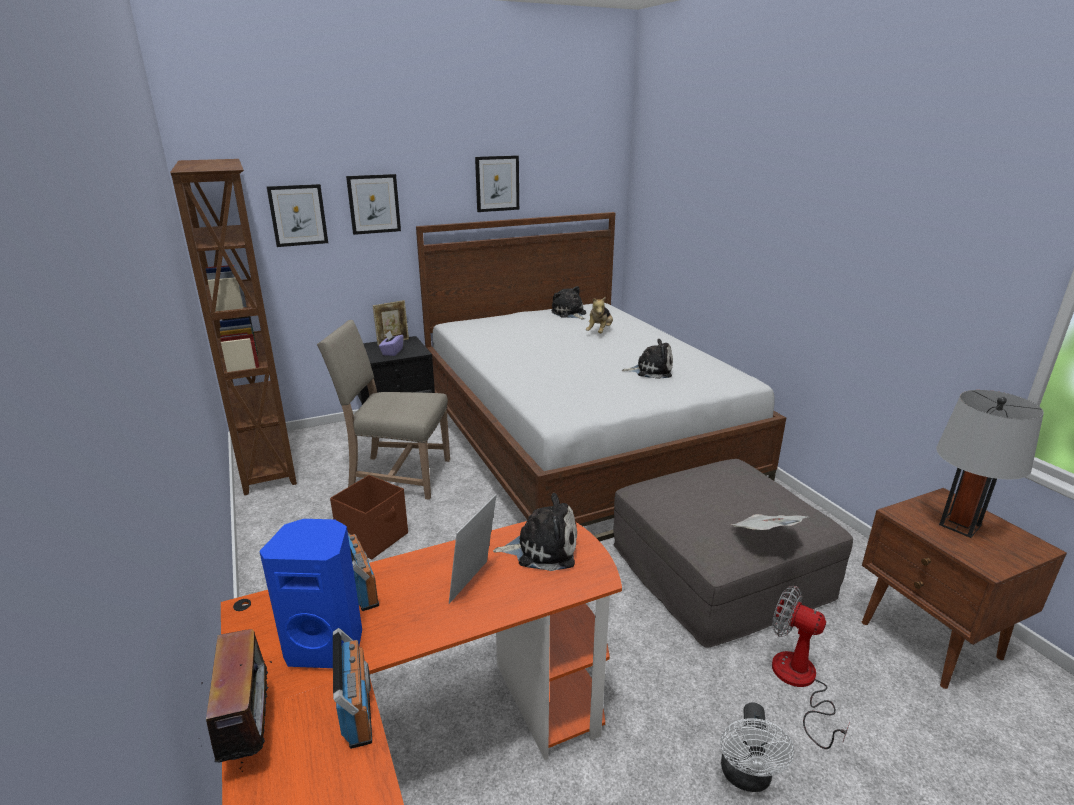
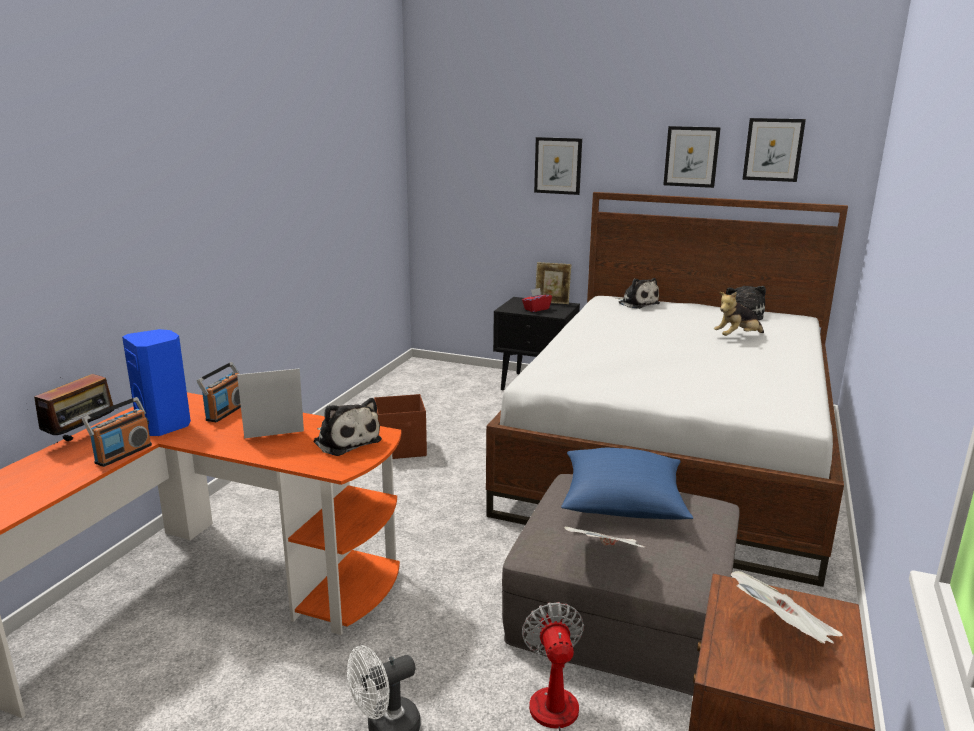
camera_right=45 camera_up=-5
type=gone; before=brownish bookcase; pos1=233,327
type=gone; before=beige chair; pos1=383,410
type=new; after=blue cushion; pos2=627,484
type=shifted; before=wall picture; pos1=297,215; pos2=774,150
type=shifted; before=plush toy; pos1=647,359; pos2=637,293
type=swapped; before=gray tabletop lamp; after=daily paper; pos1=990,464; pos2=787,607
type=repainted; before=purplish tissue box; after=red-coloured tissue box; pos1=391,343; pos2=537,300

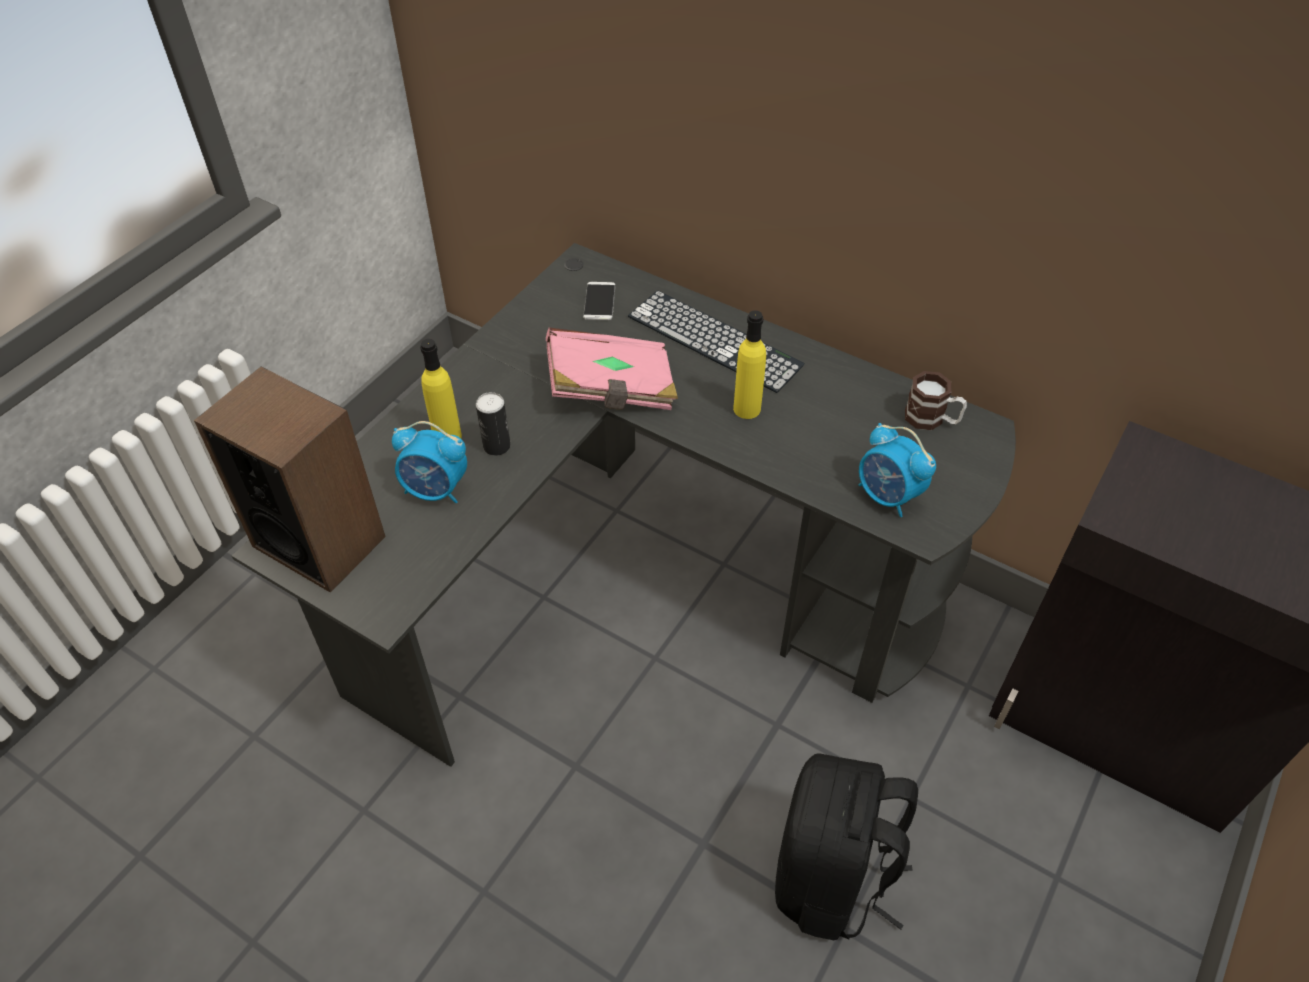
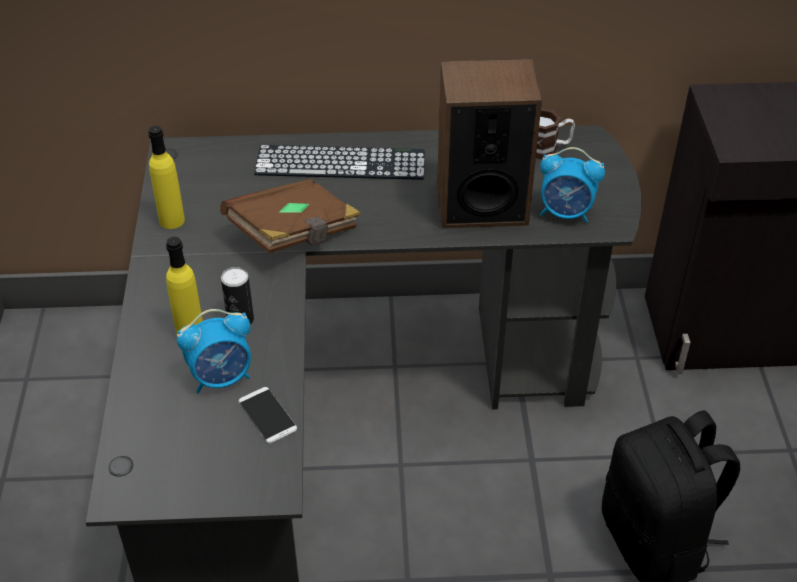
camera_right=-35 camera_up=-5
type=shifted; before=speaker; pos1=290,479; pos2=489,143
type=shifted; before=telephone; pos1=599,301; pos2=268,415
type=shifted; before=yellowish drink bottle; pos1=749,364; pos2=166,177
type=repainted; before=pink book; after=brownish book; pos1=612,368; pos2=290,216

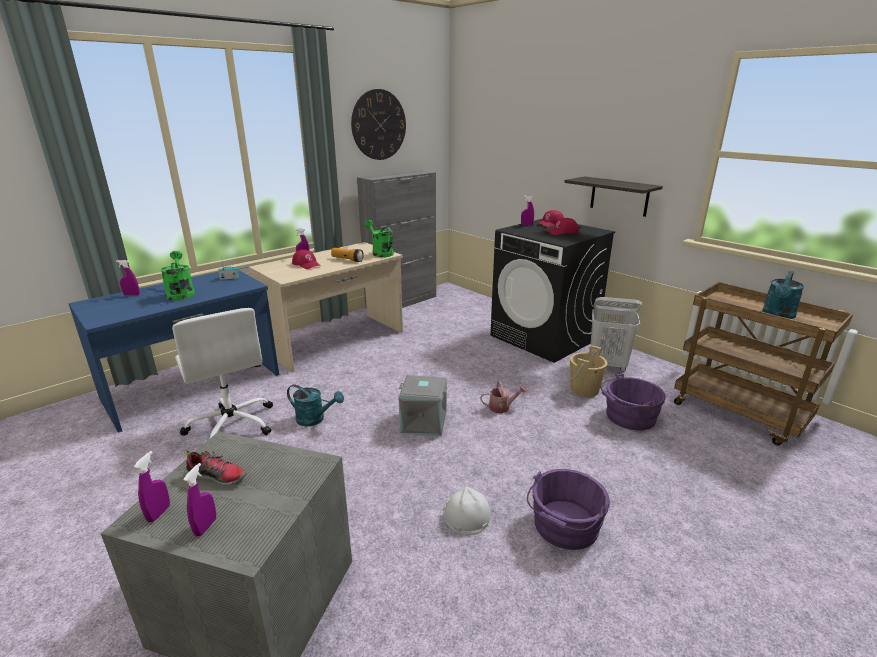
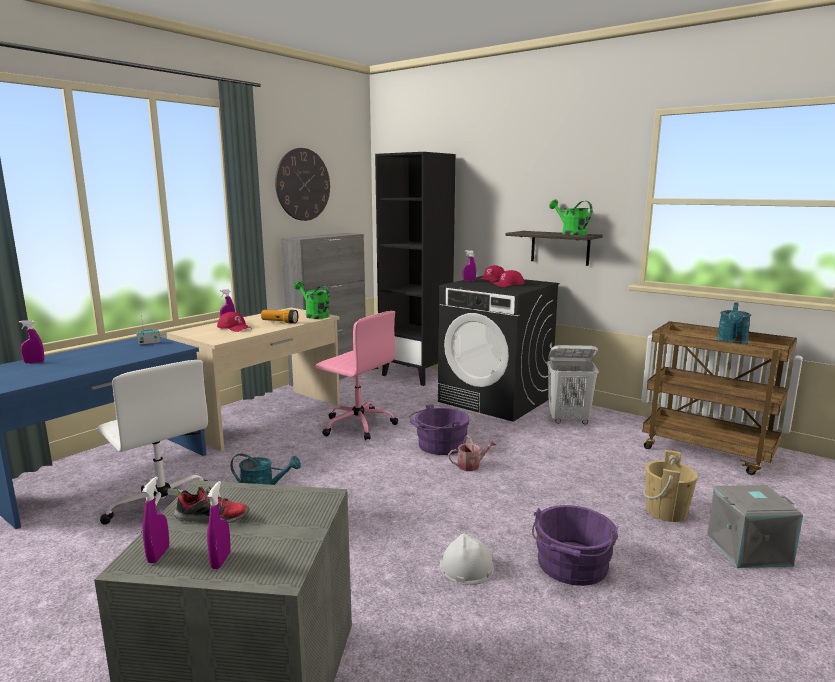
camera_right=-10 camera_up=-10
type=new; after=pink computer chair; pos2=356,375
type=new; after=blackish bookcase; pos2=415,269
type=shifted; before=green sprinkling can; pos1=177,276; pos2=571,217
type=shifted; before=gray storage bin; pos1=423,405; pos2=755,526
type=shifted; before=beige pail; pos1=587,371; pos2=670,486
type=shifted; before=purplish pail; pos1=633,401; pos2=439,429

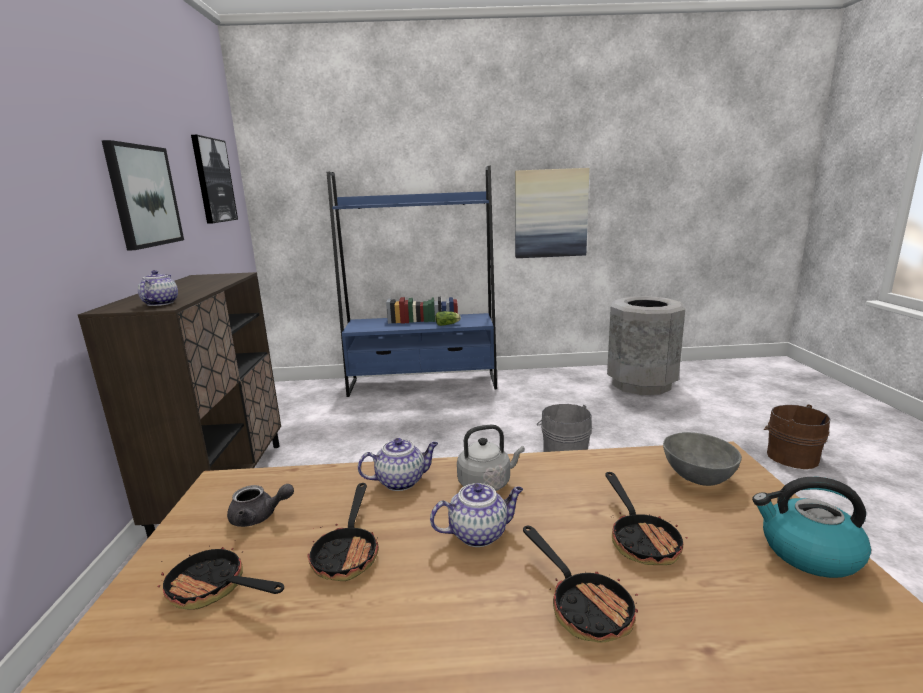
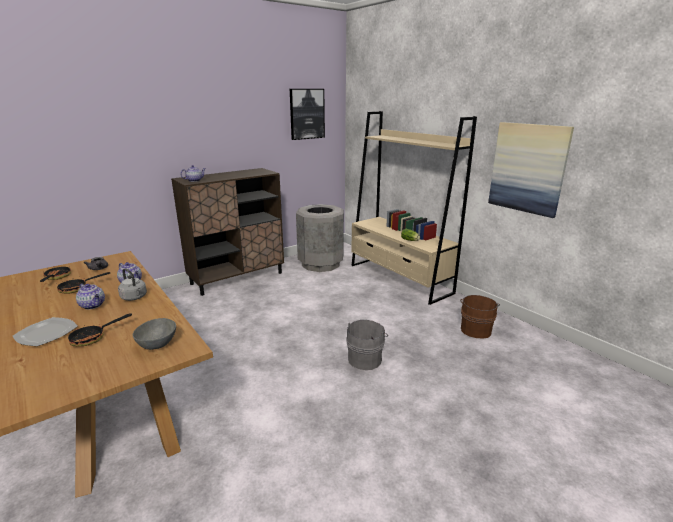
camera_right=55 camera_up=5
type=gone; before=wall picture; pos1=142,195
type=gone; before=kettle; pos1=811,527
type=shifted; before=gray rubbish bin; pos1=646,345; pos2=320,238
type=shifted; before=brownish pail; pos1=797,436; pos2=480,317
type=swapped; before=skillet; after=plate; pos1=580,584; pos2=45,331
type=repainted; before=blue bookcase; after=beige bookcase; pos1=412,281; pos2=414,208

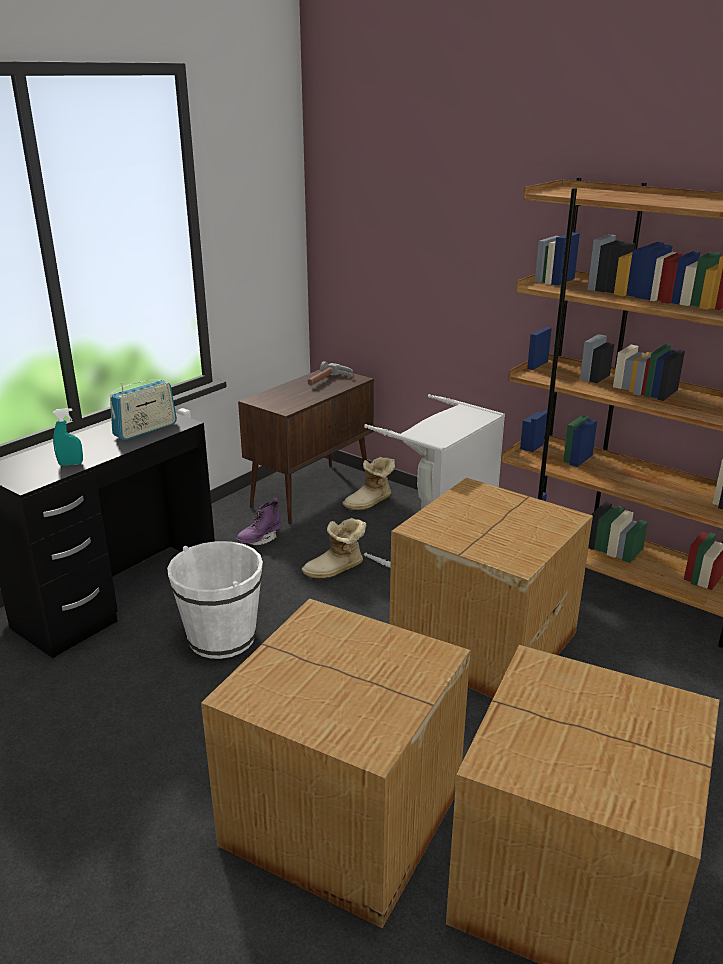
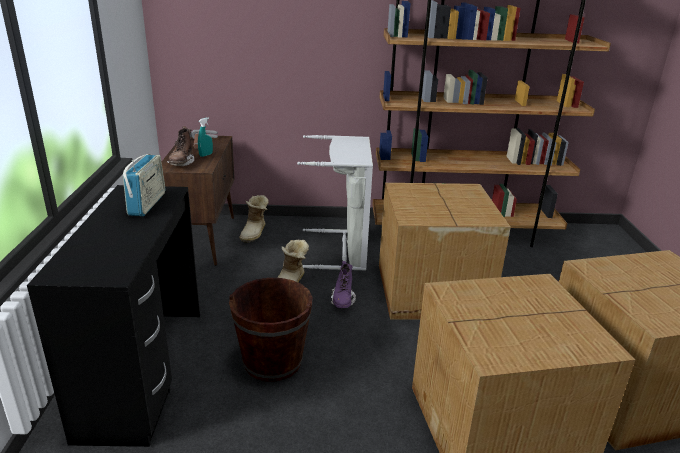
camera_right=-40 camera_up=0
type=new; after=brownish boot; pos2=180,146
type=shifted; before=turquoise-coloured hand sprayer; pos1=68,437; pos2=205,137
type=shifted; before=purplish boot; pos1=258,521; pos2=343,284
type=repainted; before=whitish pail; after=brownish pail; pos1=215,600; pos2=271,330

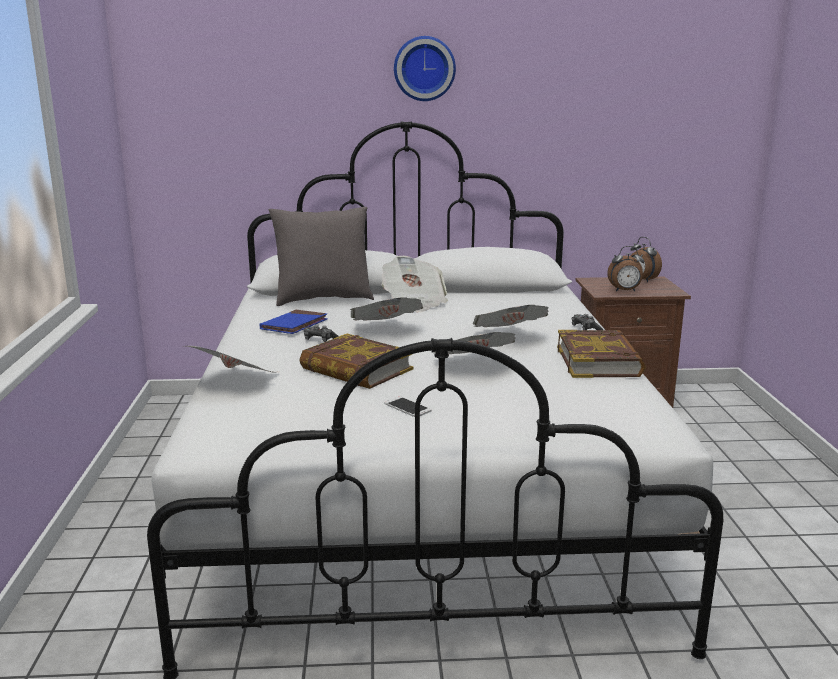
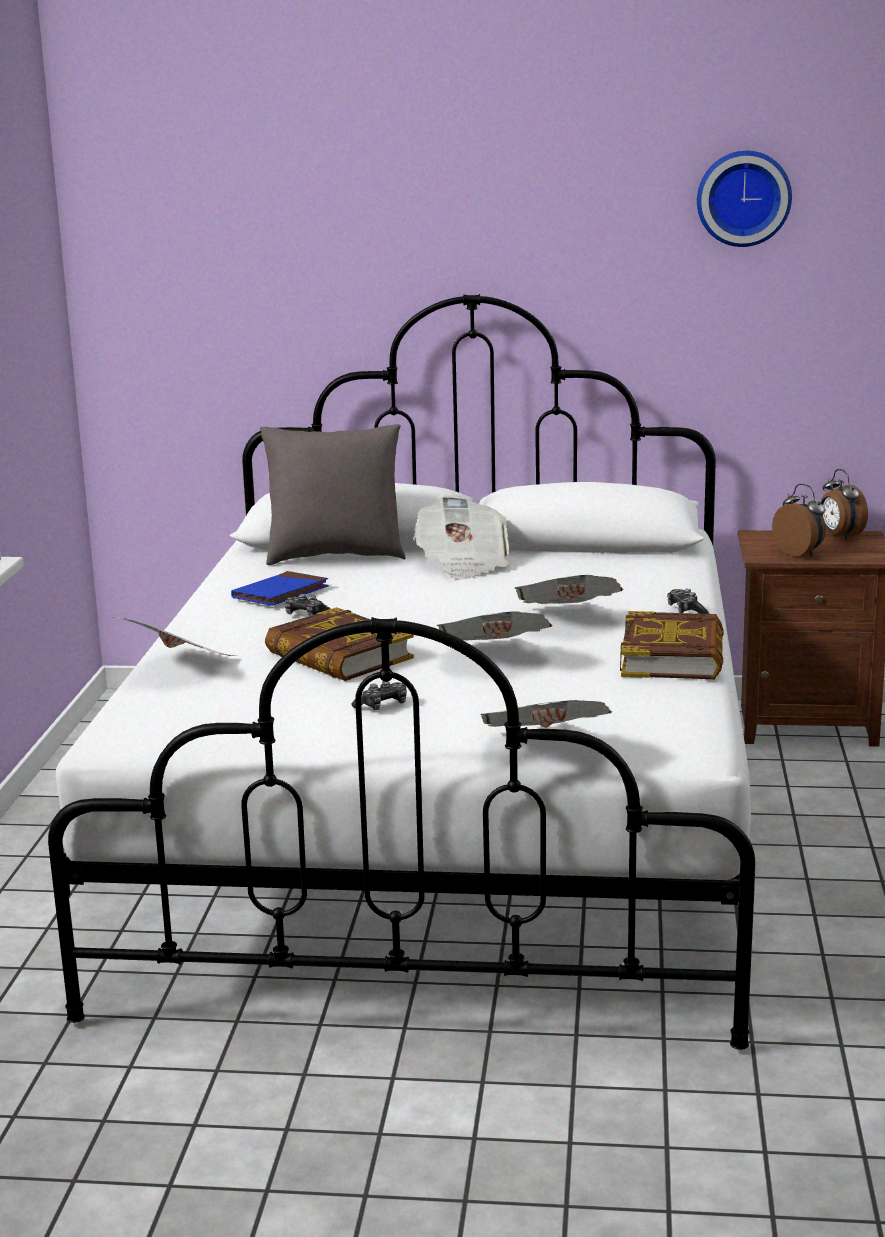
camera_right=10 camera_up=0
type=shifted; before=daily paper; pos1=387,309; pos2=546,714
type=shifted; before=hanging clock; pos1=425,68; pos2=744,199
type=swapped; before=telephone; after=gamepad; pos1=408,406; pos2=379,696
type=rotated; before=alarm clock; pos1=625,268; pos2=799,520; turn=-135

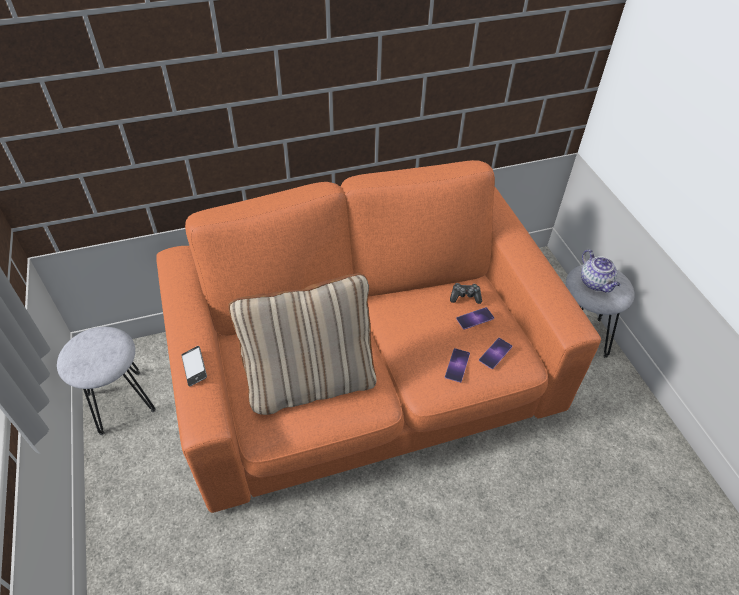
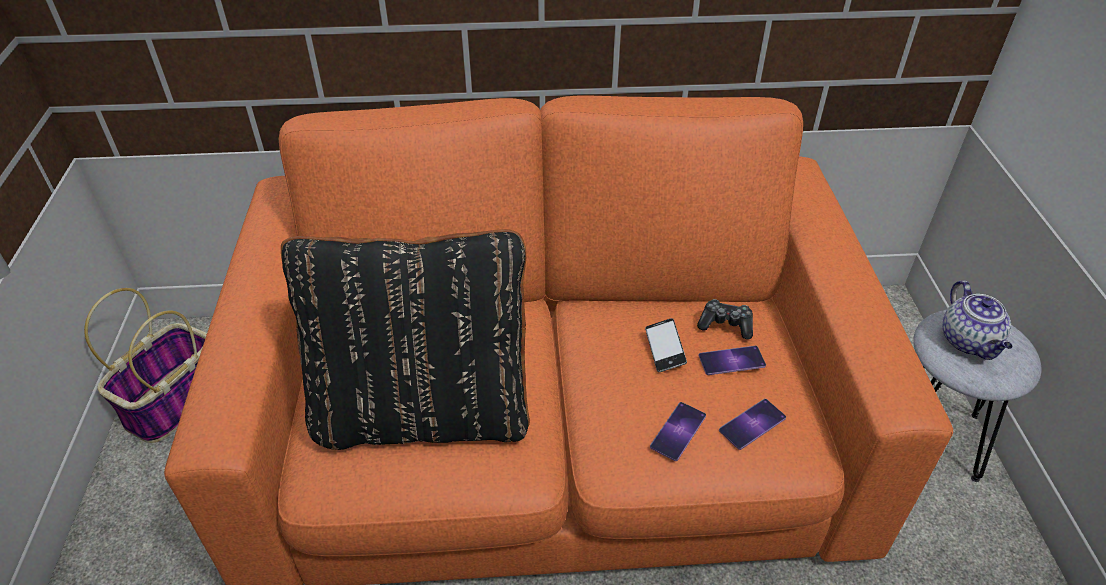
camera_right=15 camera_up=-5
type=shifted; before=telephone; pos1=194,366; pos2=666,345
type=swapped; before=gray stool seat; after=storage basket; pos1=106,381; pos2=145,365
type=repainted; before=beige cushion; after=blackish cushion; pos1=302,344; pos2=405,339

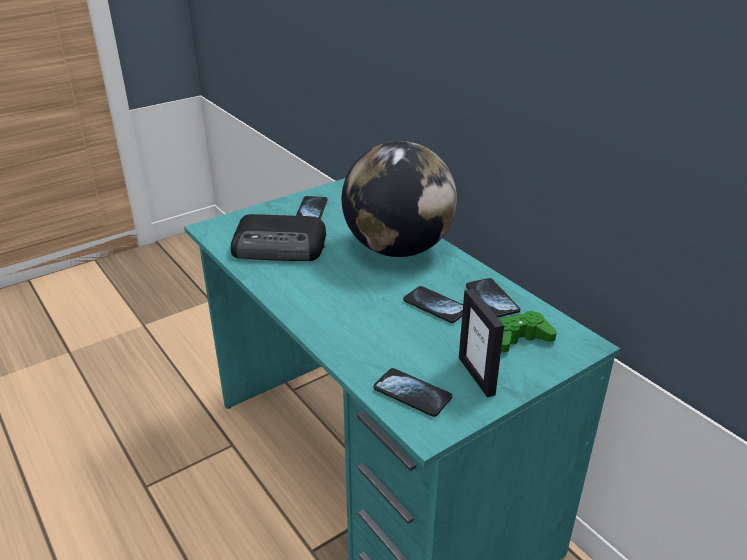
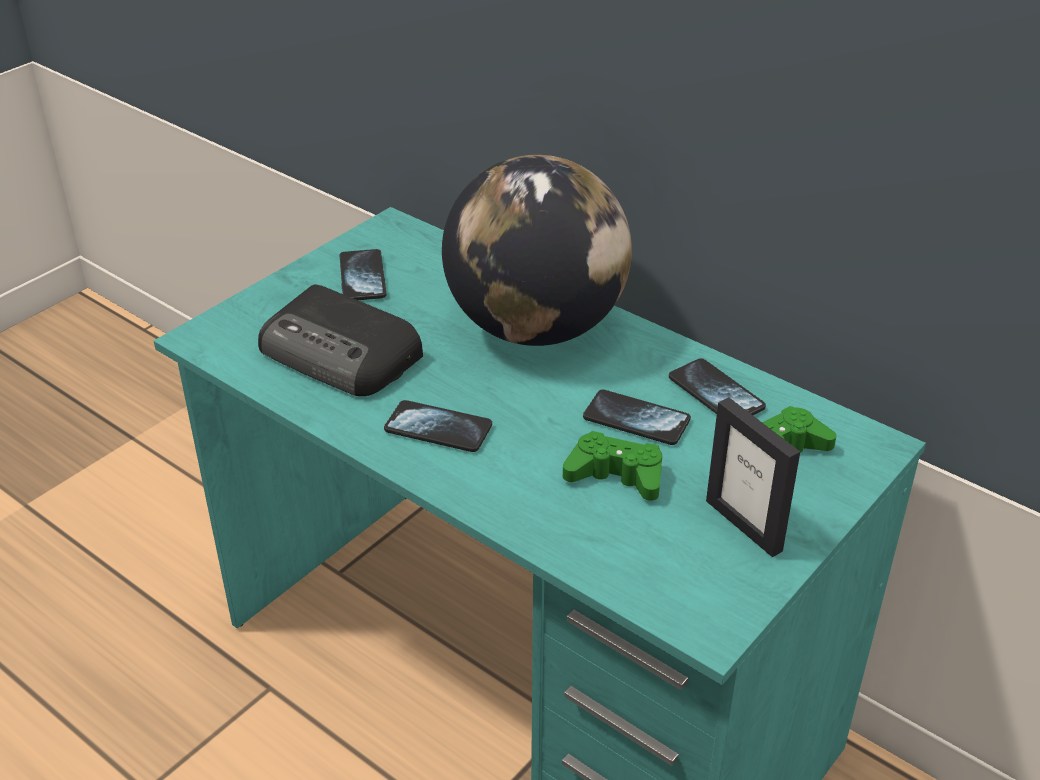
camera_right=-15 camera_up=5
type=new; after=green gamepad; pos2=612,466
type=shifted; before=telephone; pos1=412,392; pos2=438,426
type=rotated; before=radio set; pos1=278,237; pos2=340,340; turn=45

